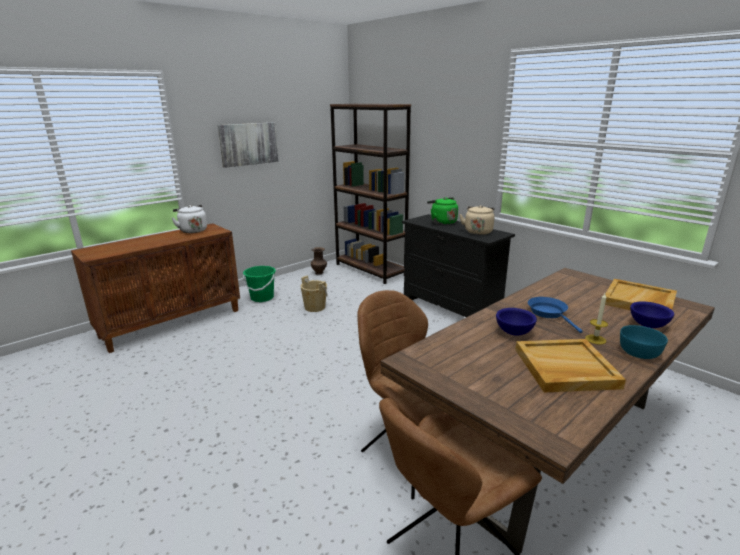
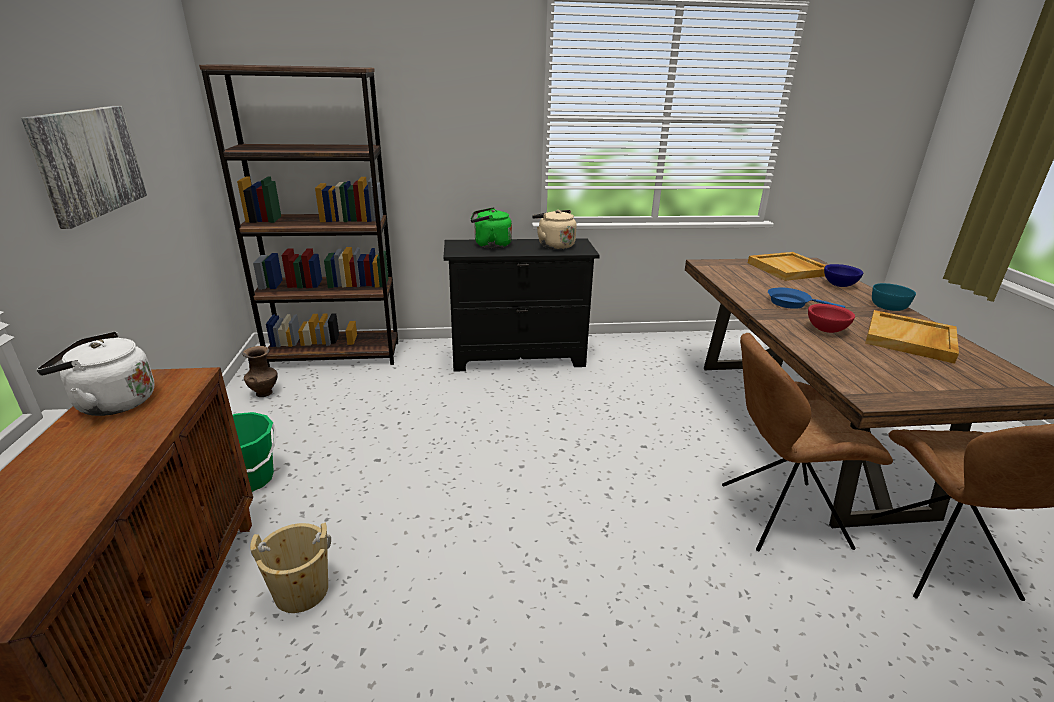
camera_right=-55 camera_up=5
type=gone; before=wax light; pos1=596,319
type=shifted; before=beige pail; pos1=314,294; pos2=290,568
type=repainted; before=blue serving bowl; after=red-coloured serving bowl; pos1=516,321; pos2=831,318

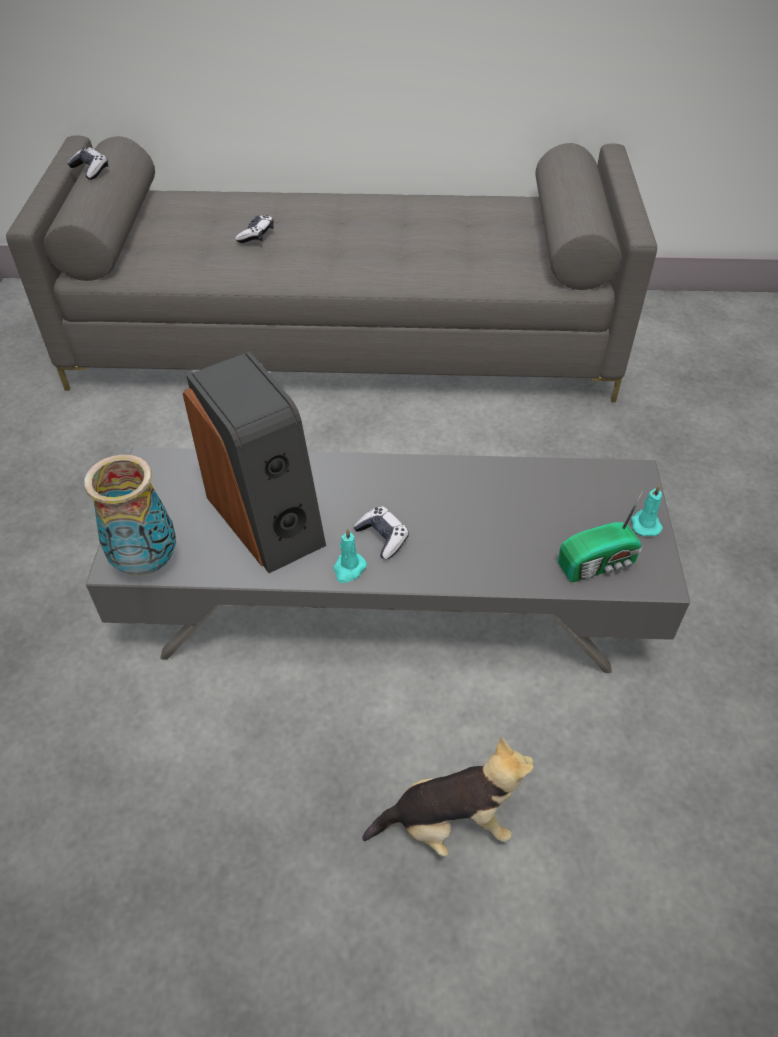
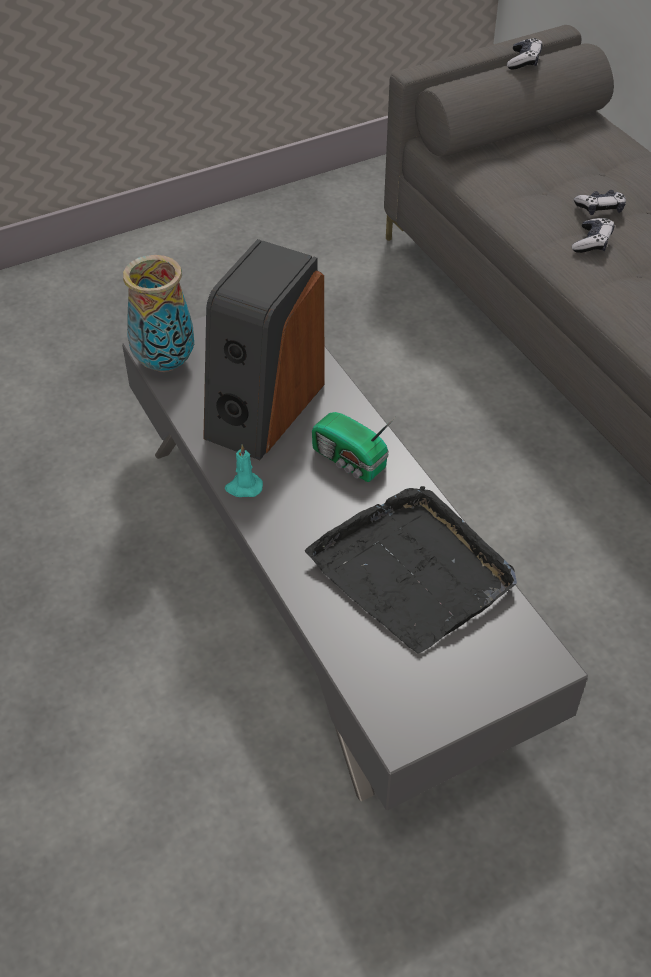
camera_right=60 camera_up=0
type=gone; before=plush toy; pos1=448,796
type=gone; before=turquoise-coloured wax light; pos1=647,510
type=new; after=blackish serving tray; pos2=411,569
type=shifted; before=gamepad; pos1=381,533; pos2=593,235
type=shifted; before=radio set; pos1=600,536; pos2=354,447

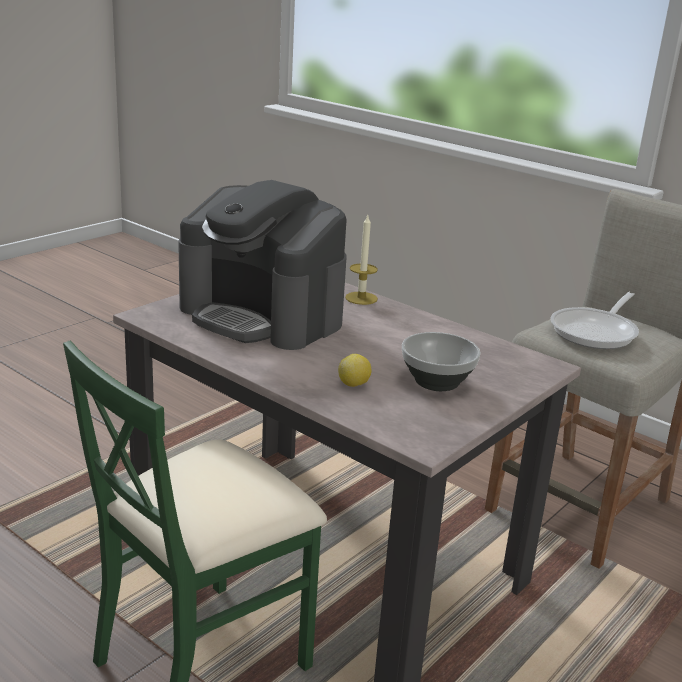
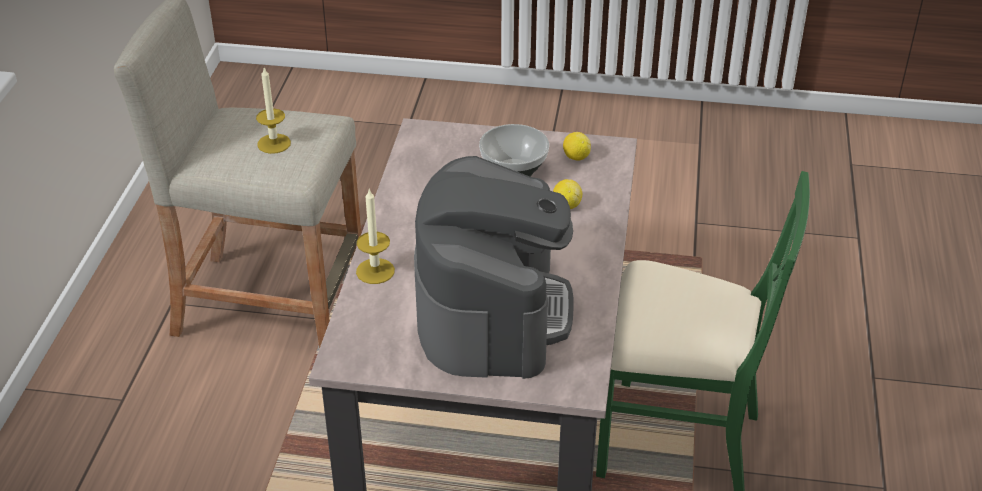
camera_right=-120 camera_up=15
type=new; after=citrus fruit; pos2=577,146
type=swapped; before=skillet; after=wax light; pos1=594,320; pos2=273,111

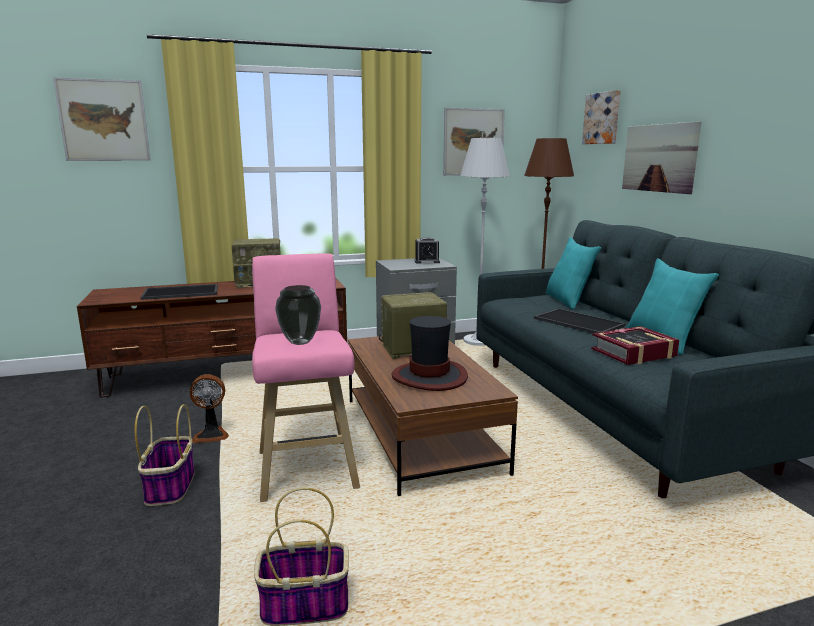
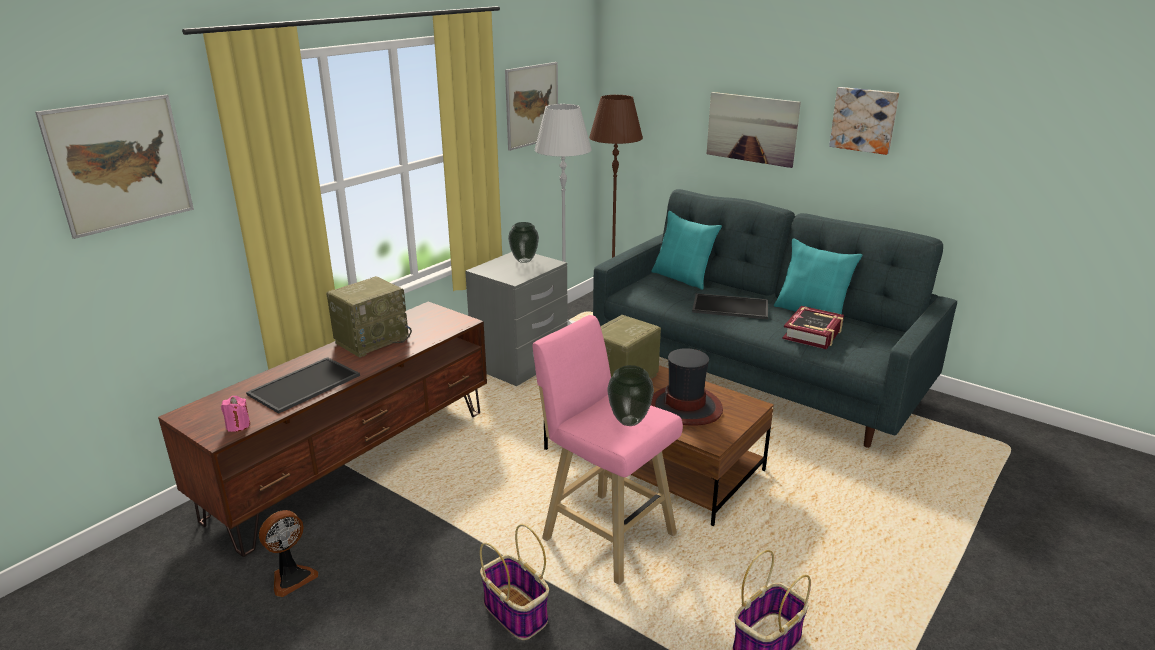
camera_right=-35 camera_up=10
type=new; after=pink wax light; pos2=235,414
type=shifted; before=cooling fan; pos1=209,408; pos2=288,553
type=shifted; before=wall picture; pos1=601,117; pos2=864,121
type=swapped; before=alarm clock; after=decorative vase; pos1=427,250; pos2=523,242

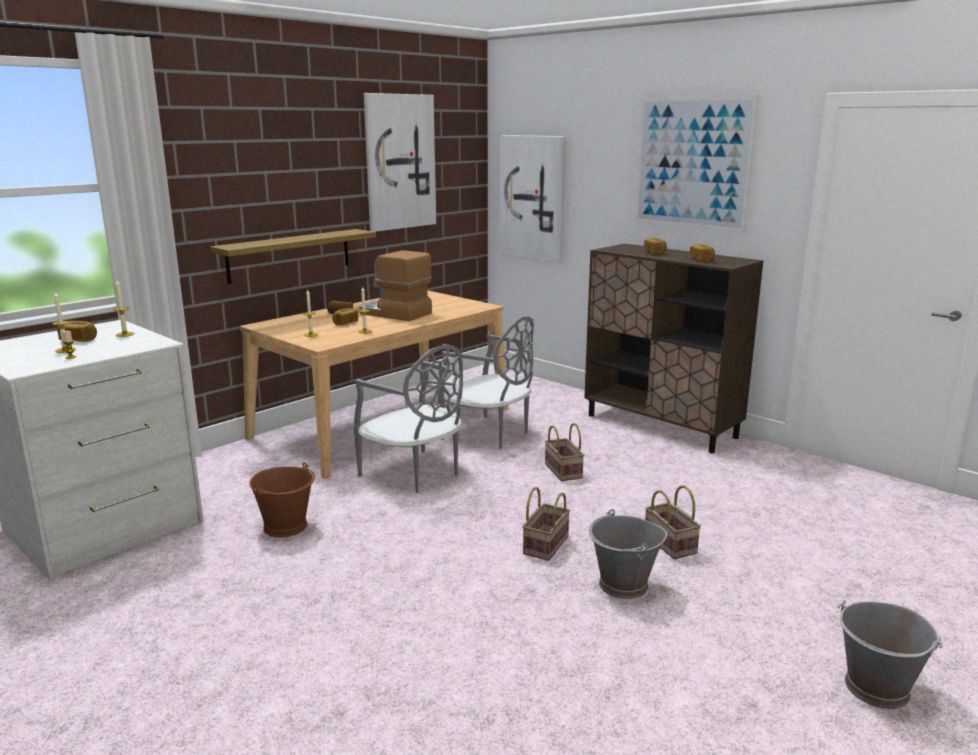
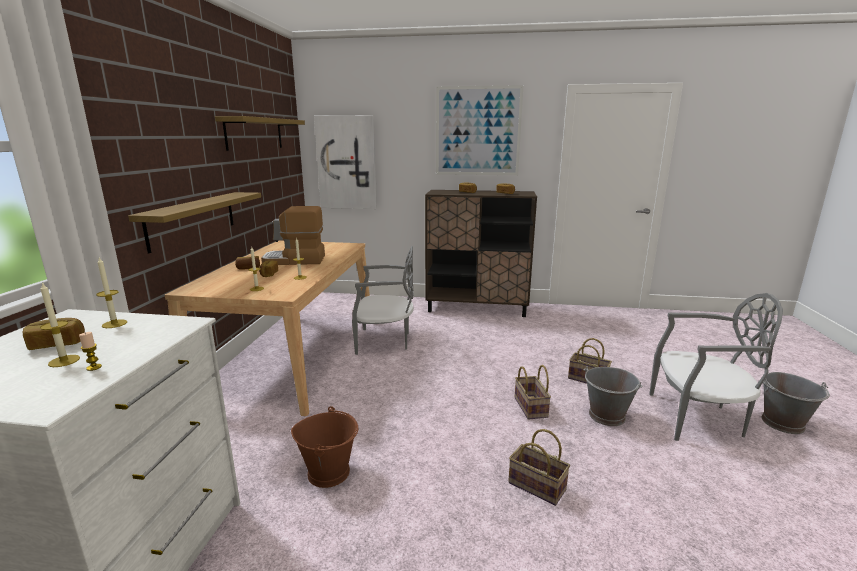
camera_right=-35 camera_up=0
type=shifted; before=gray chair; pos1=408,418; pos2=716,367
type=shifted; before=storage basket; pos1=564,452; pos2=539,467
type=swapped; before=wall picture; after=wall shelf; pos1=400,162; pos2=260,133

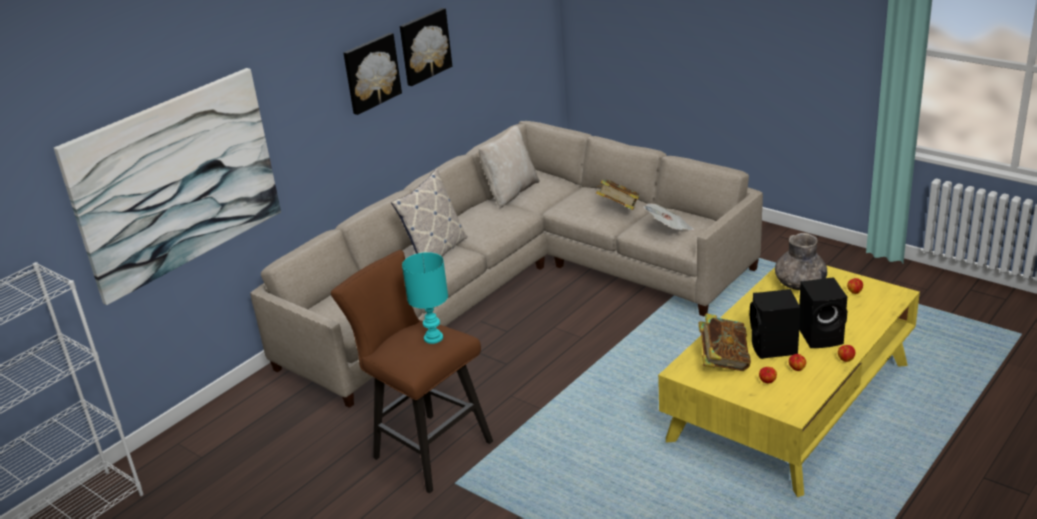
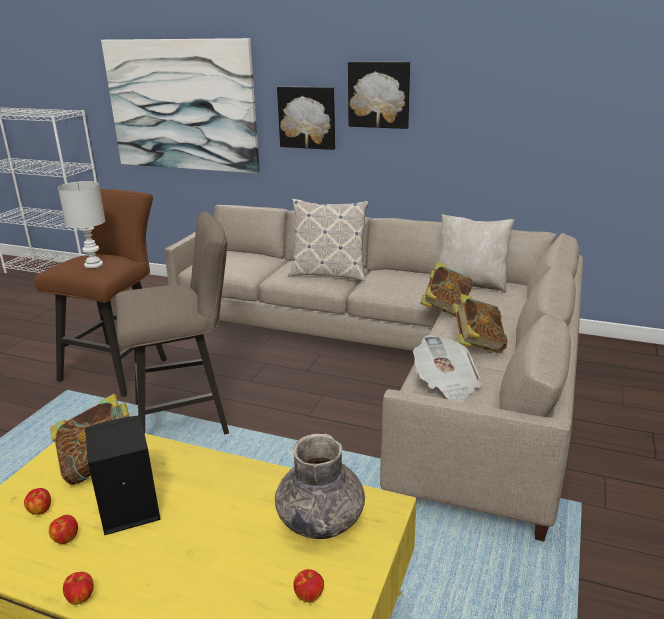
camera_right=70 camera_up=-5
type=gone; before=blackish speaker; pos1=823,312
type=new; after=beige stool seat; pos2=172,323
type=new; after=book; pos2=446,289
type=shifted; before=wall picture; pos1=426,47; pos2=306,118
type=repainted; before=turquoise-coloured tabletop lamp; after=whitish tabletop lamp; pos1=425,298; pos2=81,224

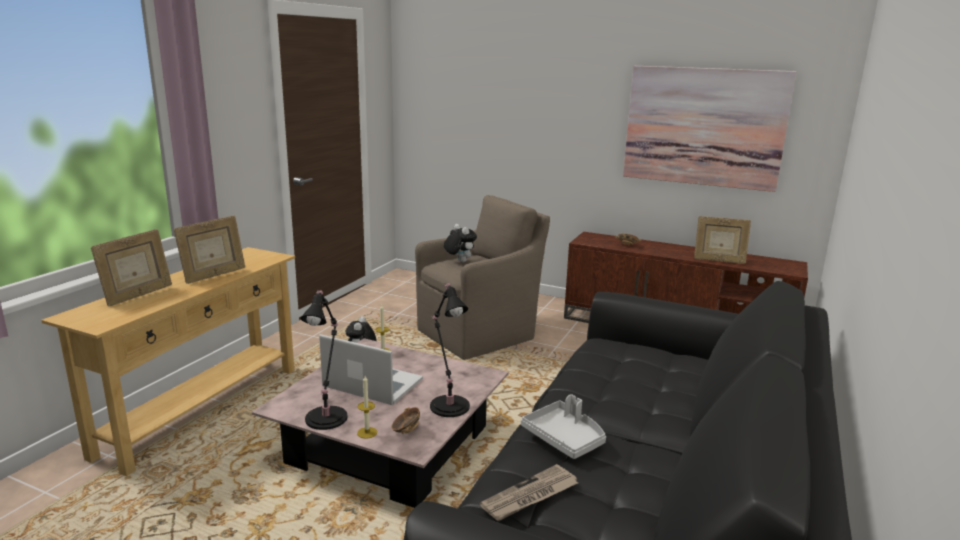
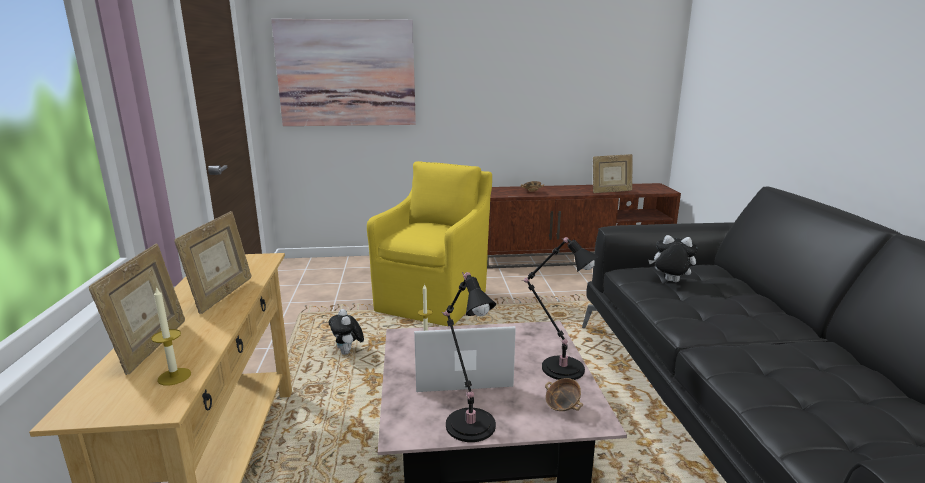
camera_right=-30 camera_up=0
type=gone; before=daily paper; pos1=529,492
type=gone; before=gray serving tray; pos1=563,426
type=shifted; before=wax light; pos1=367,407; pos2=171,335
type=shifted; before=plush toy; pos1=460,243; pos2=672,258
type=shifted; before=wall picture; pos1=709,129; pos2=343,72
type=repainted; before=brownish easy chair; after=yellowish easy chair; pos1=482,277; pos2=429,243

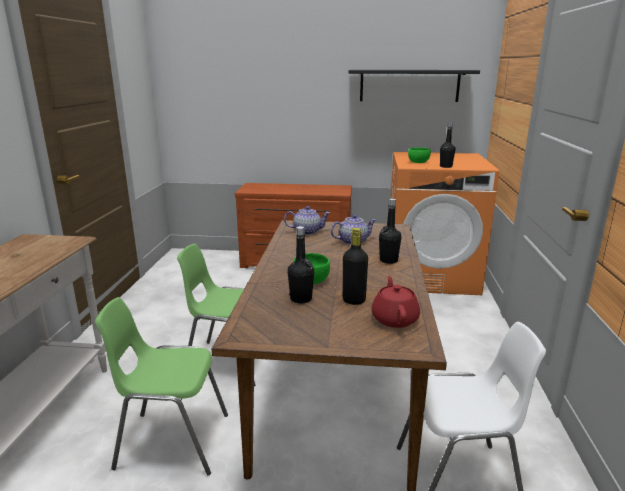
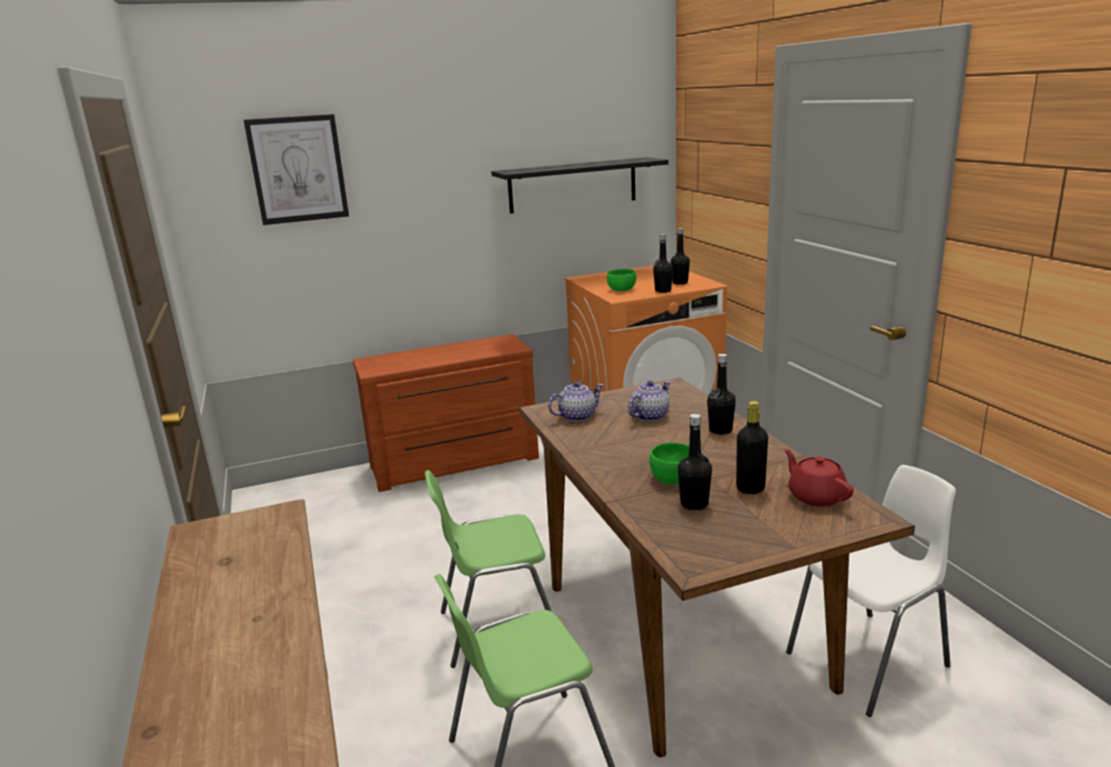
camera_right=-25 camera_up=0
type=new; after=wall picture; pos2=296,169
type=new; after=blackish drink bottle; pos2=680,256

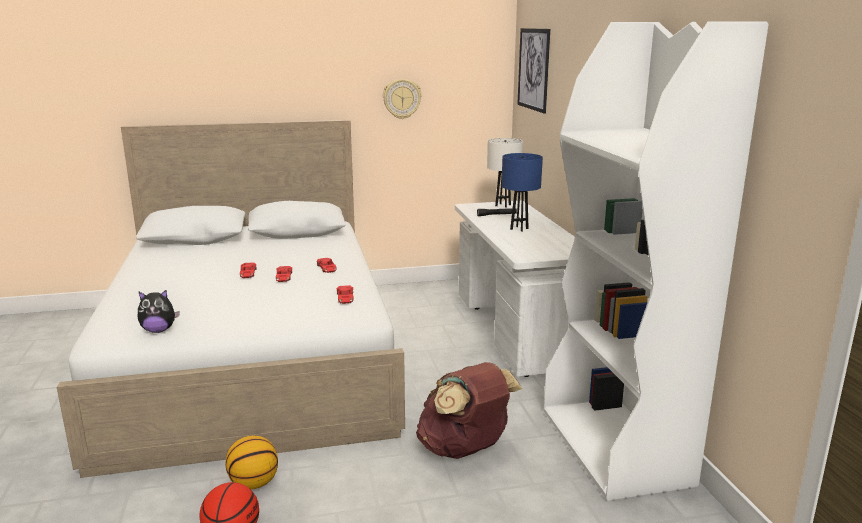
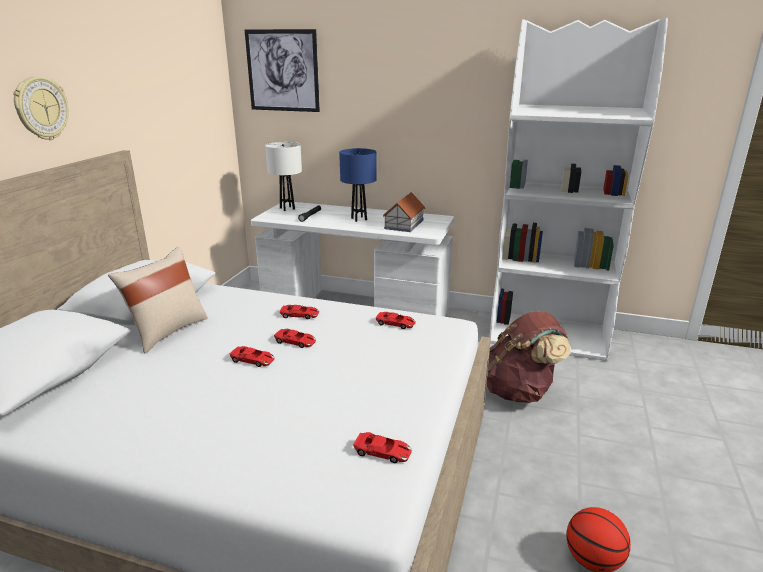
camera_right=-60 camera_up=5
type=gone; before=ball for basketball; pos1=252,462
type=new; after=beige cushion; pos2=158,300
type=new; after=miniature house; pos2=404,212
type=shifted; before=hanging clock; pos1=402,99; pos2=41,108
type=swapped; before=plush toy; after=red-coloured miniature car; pos1=159,311; pos2=382,447

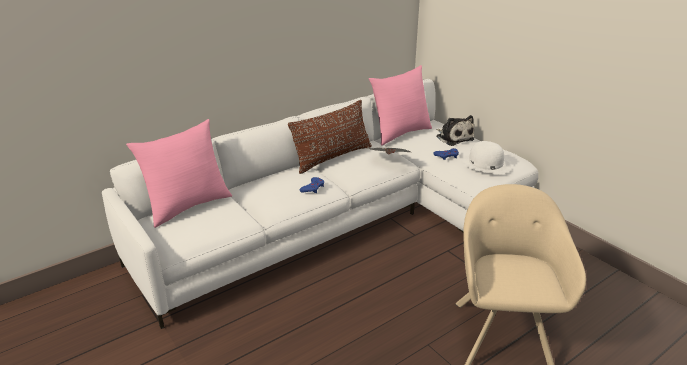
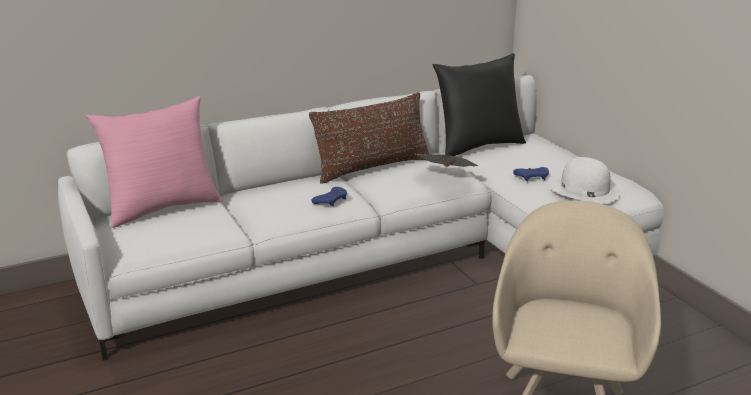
camera_right=10 camera_up=-5
type=gone; before=plush toy; pos1=455,130
type=repainted; before=pink cushion; after=blackish cushion; pos1=400,105; pos2=479,104

